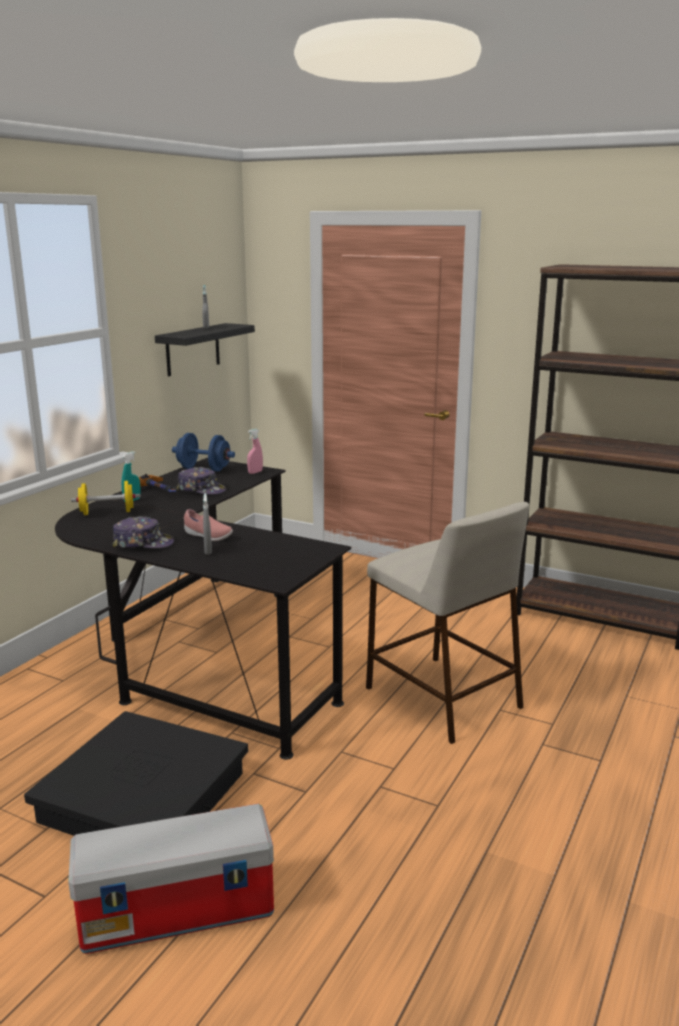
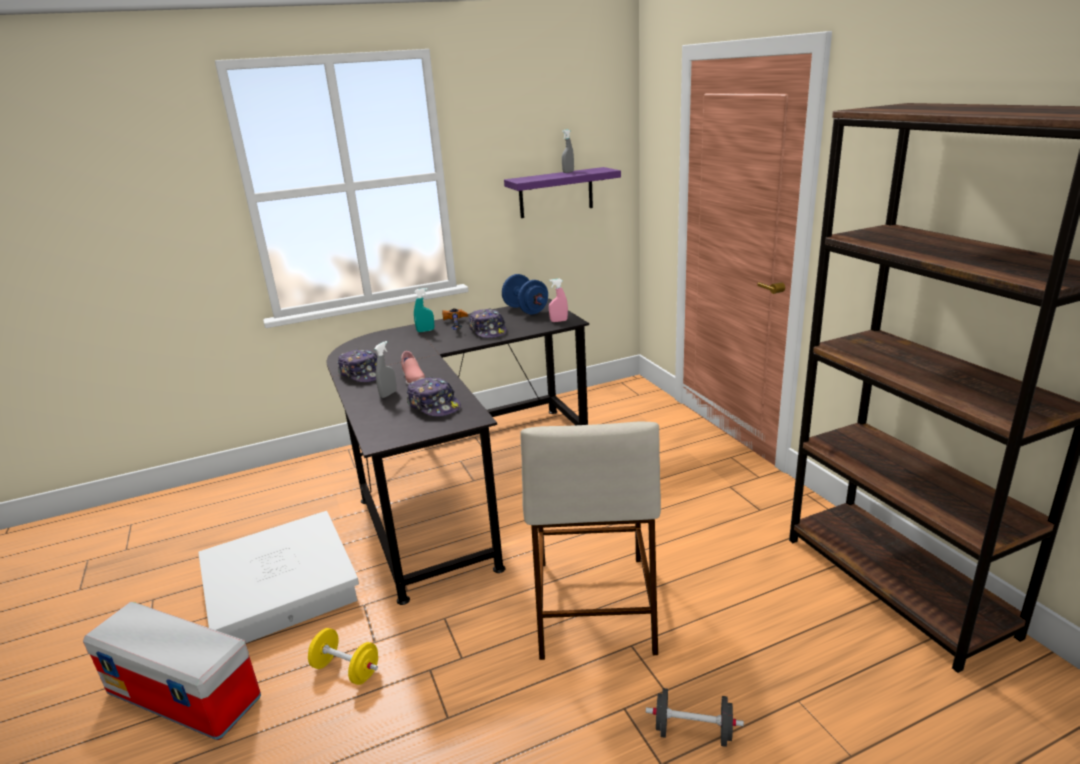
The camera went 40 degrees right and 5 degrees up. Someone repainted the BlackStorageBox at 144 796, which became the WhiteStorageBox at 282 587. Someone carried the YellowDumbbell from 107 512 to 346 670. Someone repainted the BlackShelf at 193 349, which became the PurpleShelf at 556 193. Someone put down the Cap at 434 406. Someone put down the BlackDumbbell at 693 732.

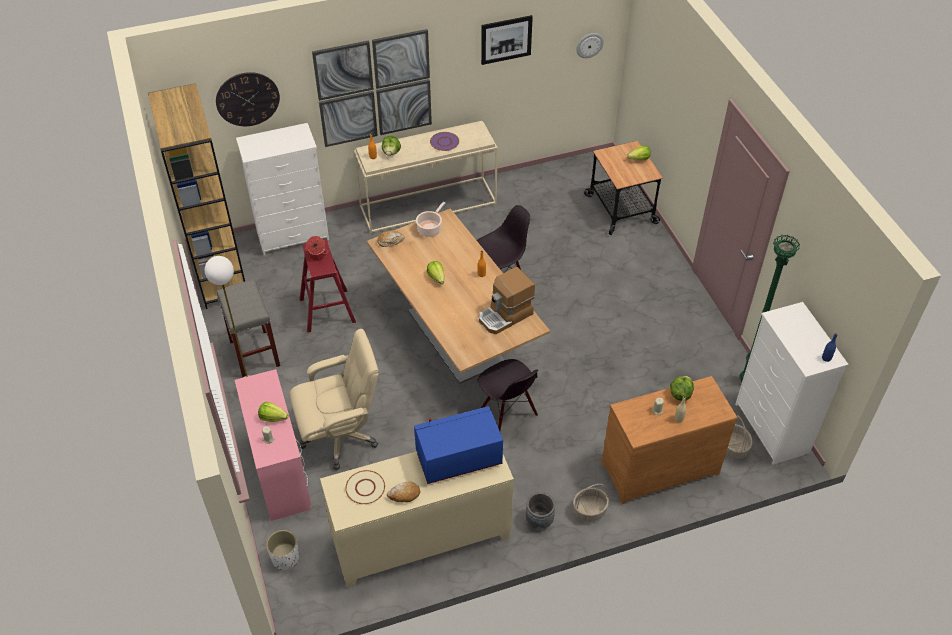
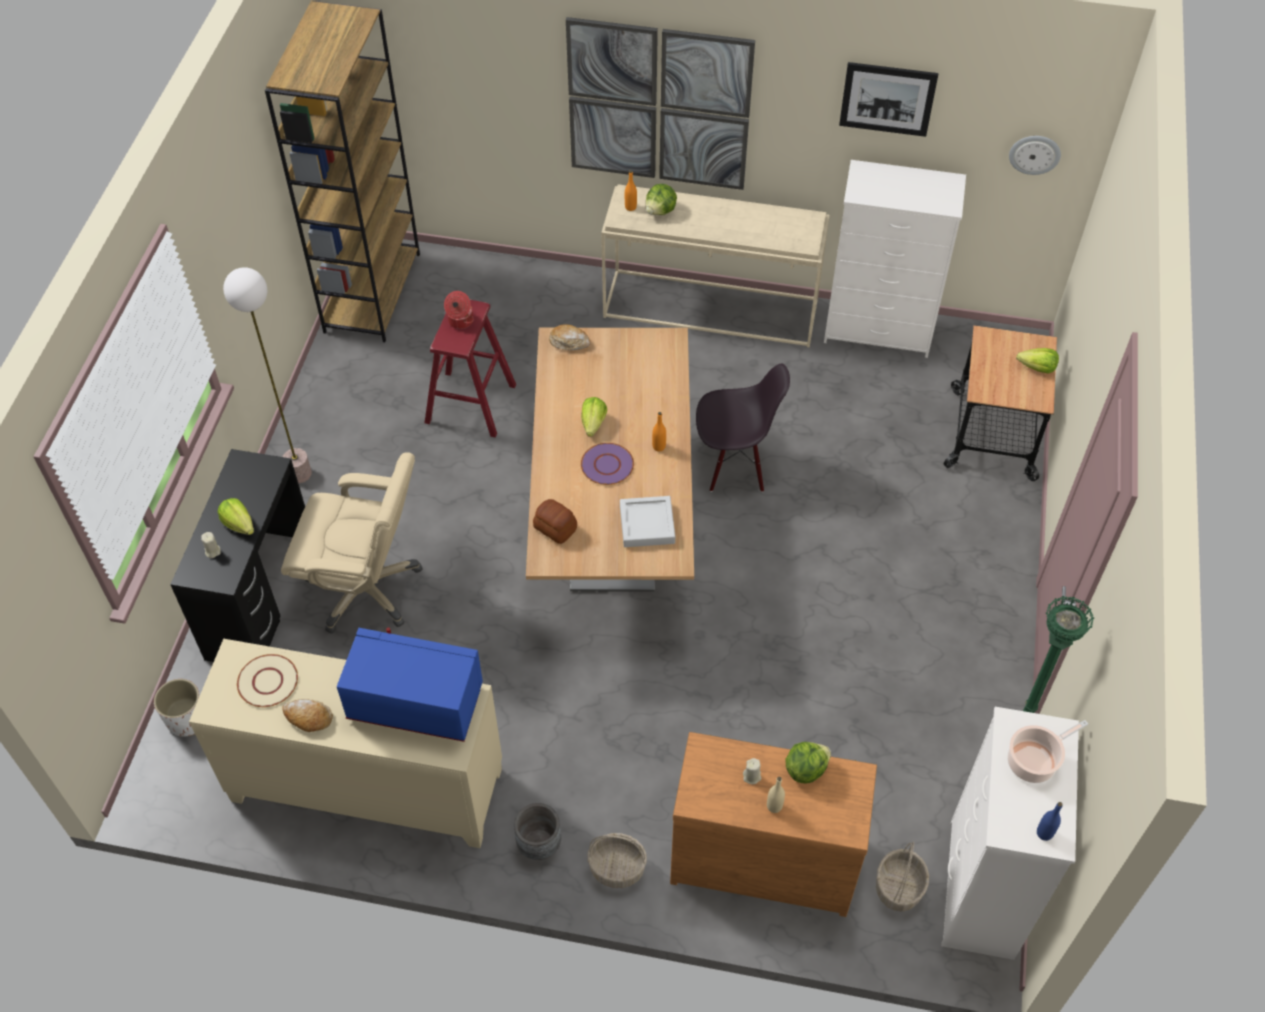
The camera went 30 degrees right and 5 degrees up. Someone took away the WallClock at 247 99. Someone took away the GreyStool at 254 353. Someone repainted the PinkDesk at 279 470, which became the BlackDesk at 260 597. Someone carried the WhiteDresser from 293 236 to 879 331. Someone carried the CookingPot from 430 228 to 1034 761. Someone carried the PurplePlate from 444 142 to 607 465. Someone took away the BlackChair at 507 413. Someone swapped the CoffeeMachine at 505 316 for the GreyTray at 647 525. Someone put down the Bread at 555 528.

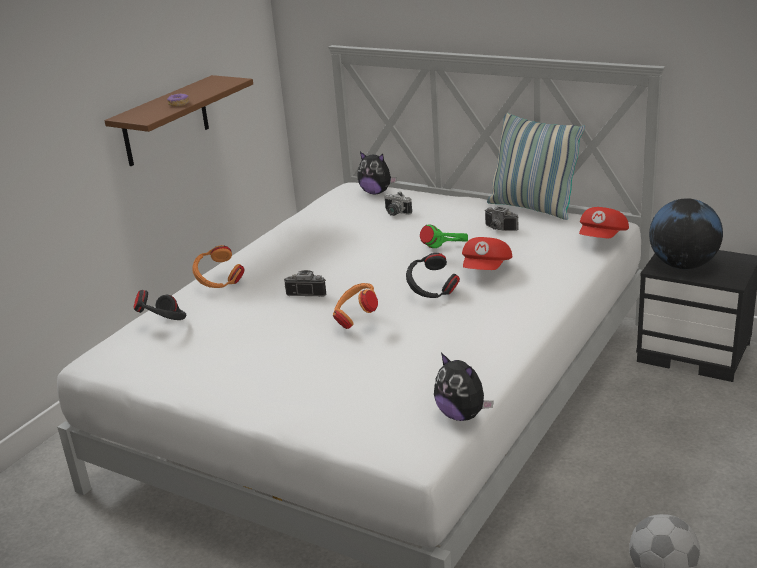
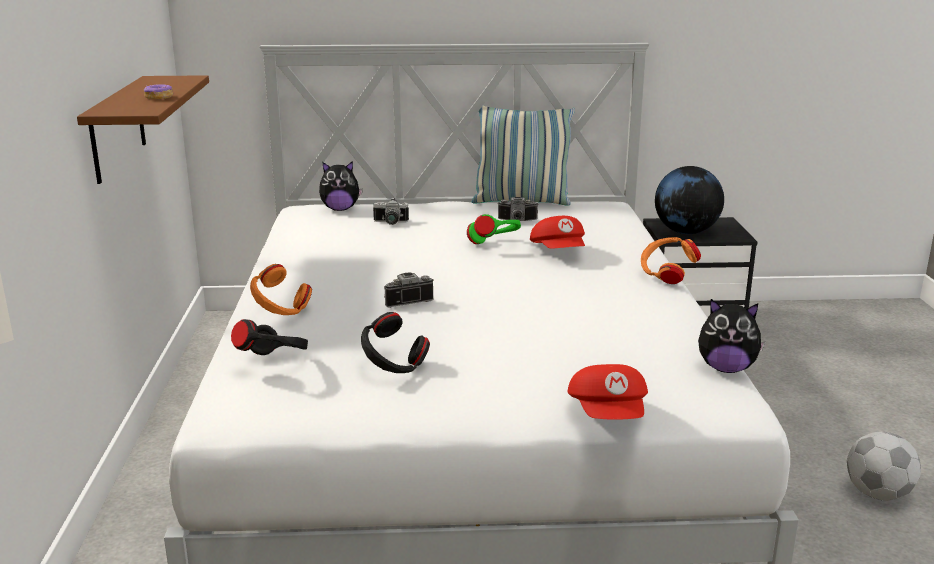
The camera went 35 degrees left and 5 degrees down. Someone carried the OrangeHeadphones from 355 319 to 666 276. Someone carried the BlackHeadphones from 432 293 to 393 368. Someone carried the RedCap from 603 238 to 609 415.

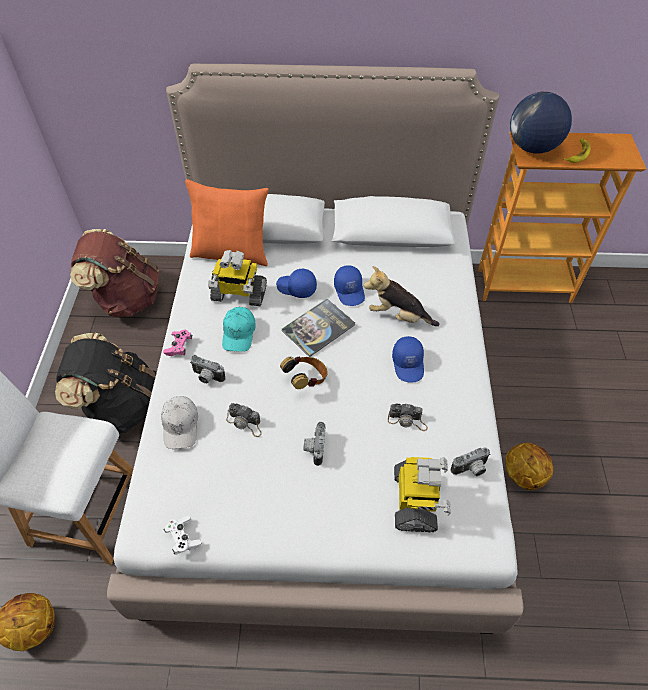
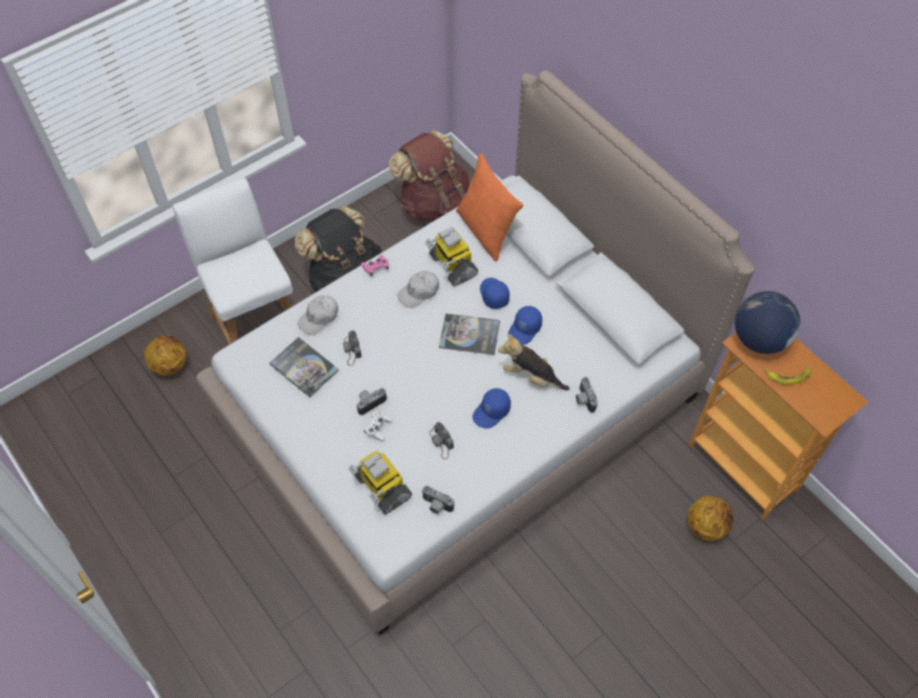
The camera went 50 degrees right and 5 degrees up. Someone carried the WhiteGameController from 183 537 to 378 428. Someone carried the PhotoCamera from 207 377 to 583 400. Someone repainted the TurquoiseCap at 239 333, which became the WhiteCap at 419 292. Someone took away the Headphones at 306 380. Someone rotated the PlushToy at 398 316 by 45 degrees counterclockwise. Someone rotated the ToyRobot at 415 501 by 90 degrees clockwise. Someone carried the Basketball from 522 475 to 706 526. Someone put down the Book at 304 367.

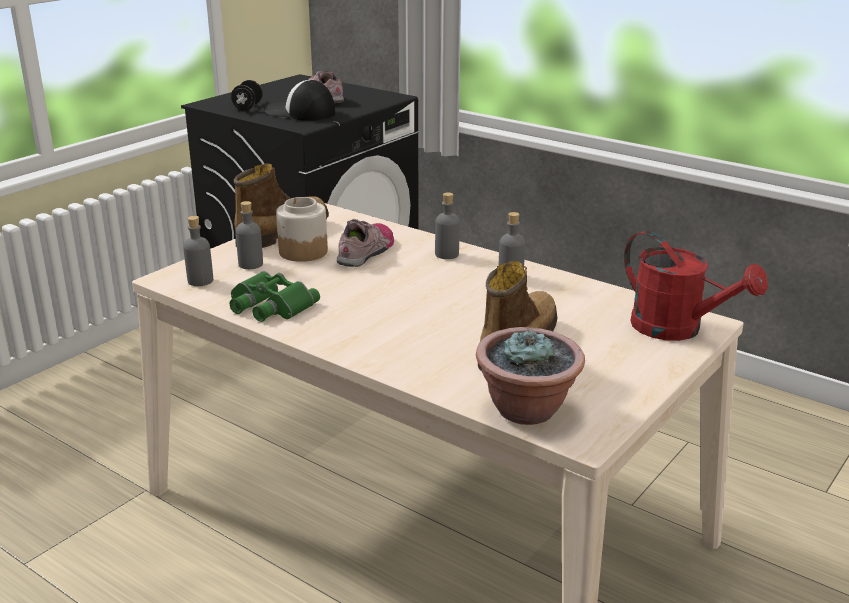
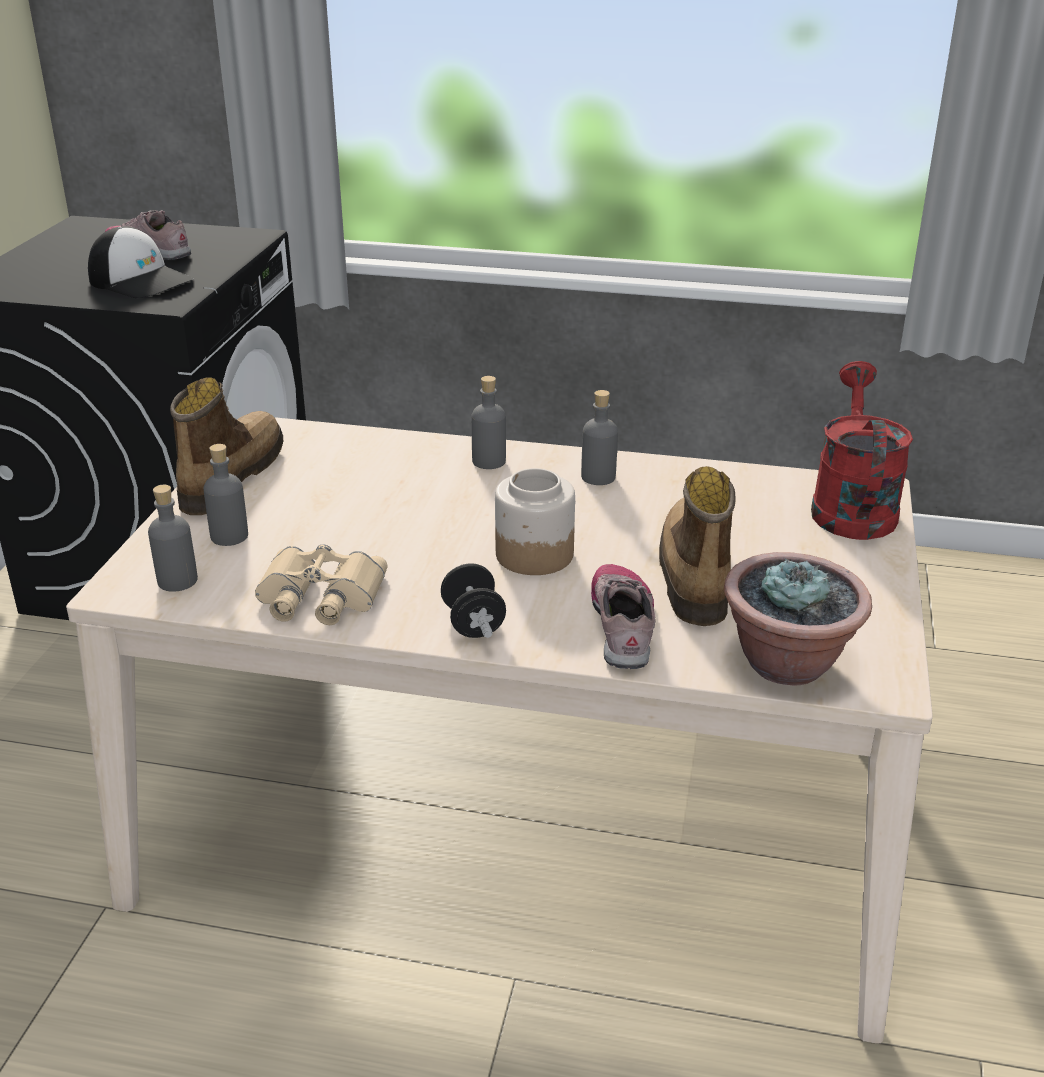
The camera went 25 degrees left and 5 degrees up. Someone repainted the GreenBinoculars at 269 306, which became the BeigeBinoculars at 318 597. Someone carried the BlackDumbbell from 248 107 to 473 623. Someone rotated the Cap at 300 113 by 150 degrees counterclockwise. Someone carried the Jar from 303 252 to 533 554. Someone carried the Shoe from 367 252 to 623 625. Someone rotated the RedWateringCan at 677 329 by 105 degrees counterclockwise.

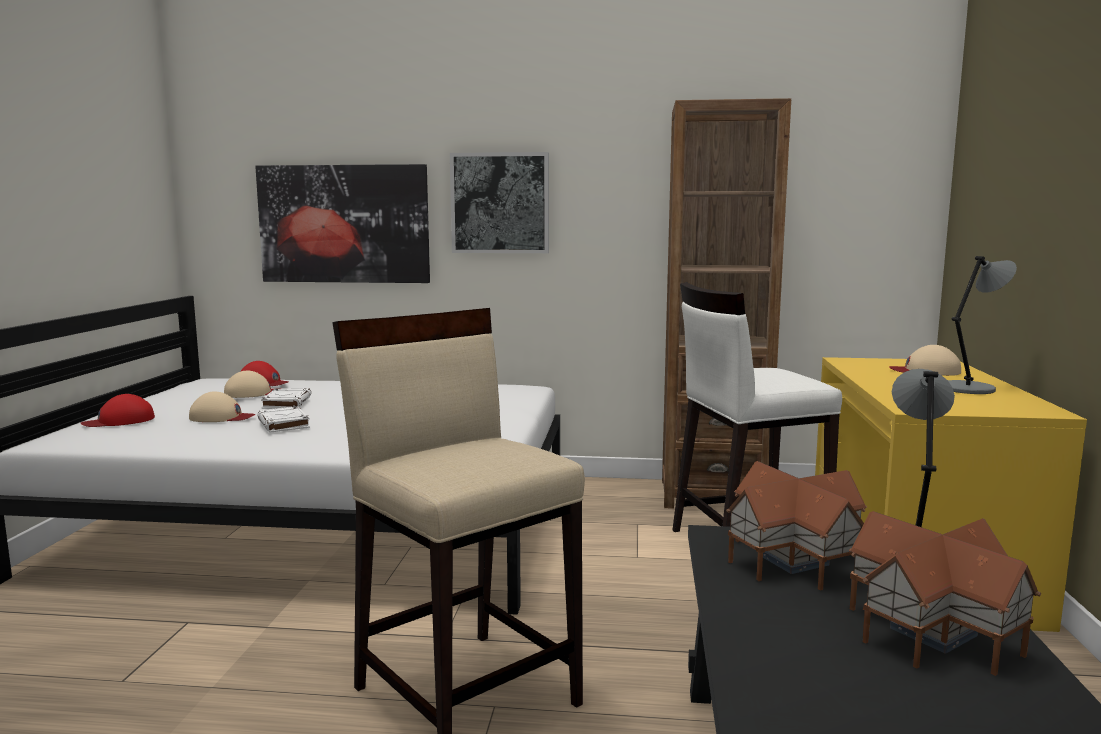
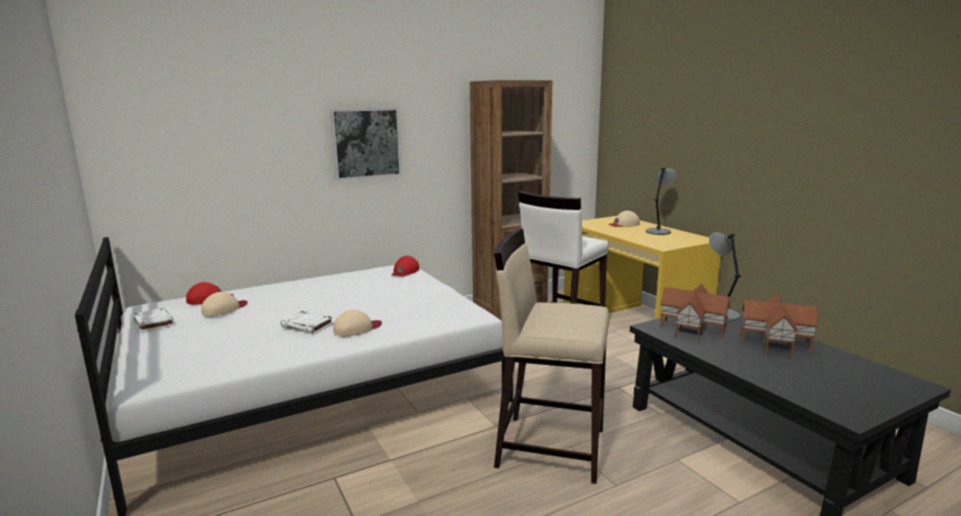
The camera went 35 degrees left and 5 degrees up. Someone carried the RedCap from 120 421 to 405 271. Someone carried the BeigeCap from 221 417 to 357 328. Someone took away the Picture at 344 224. Someone carried the WhiteBook from 286 403 to 153 323.

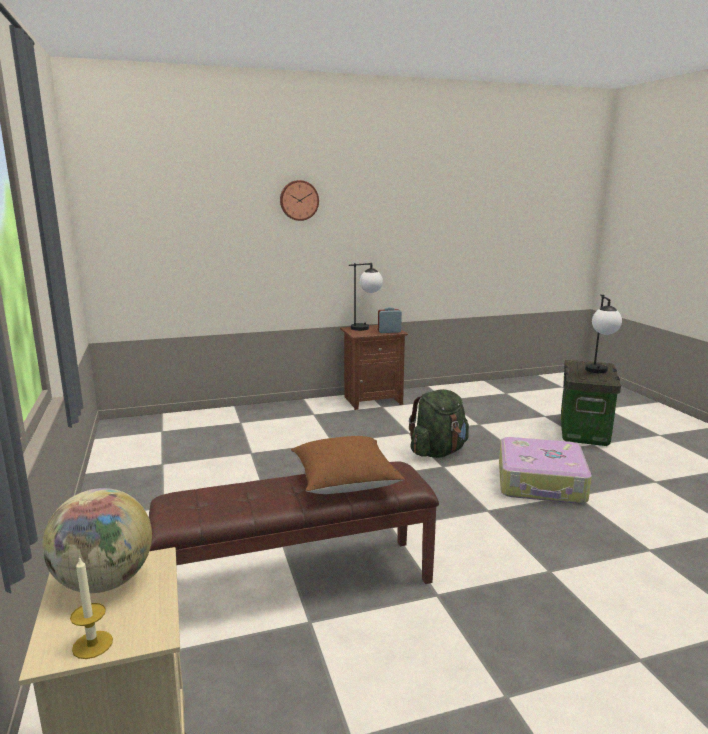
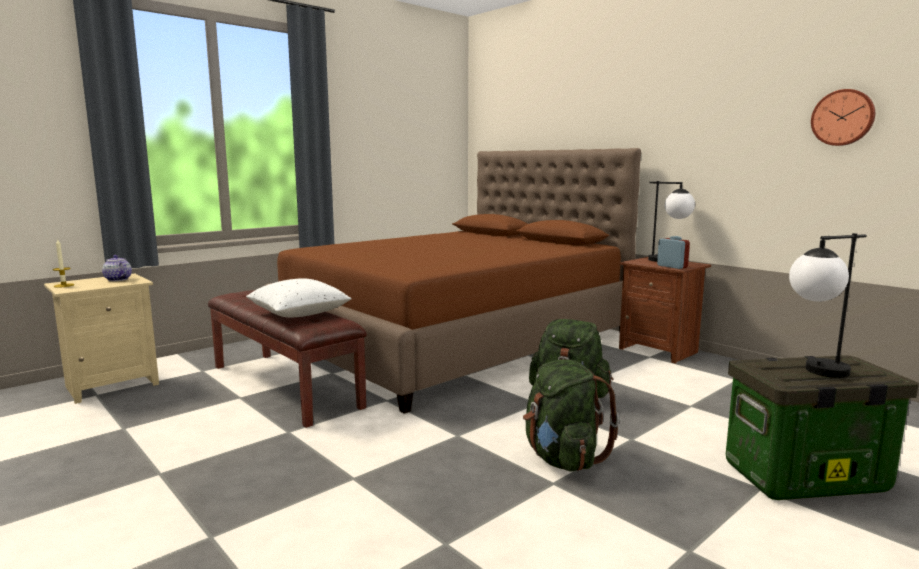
The camera went 65 degrees right and 5 degrees down. Someone swapped the Globe at 104 582 for the Teapot at 117 279. Someone carried the WallClock from 299 200 to 843 117. Someone repainted the BrownPillow at 344 482, which became the WhitePillow at 299 314. Someone swapped the Suitcase at 541 483 for the GreenBackpack at 562 458. Someone put down the BrownBed at 455 340.

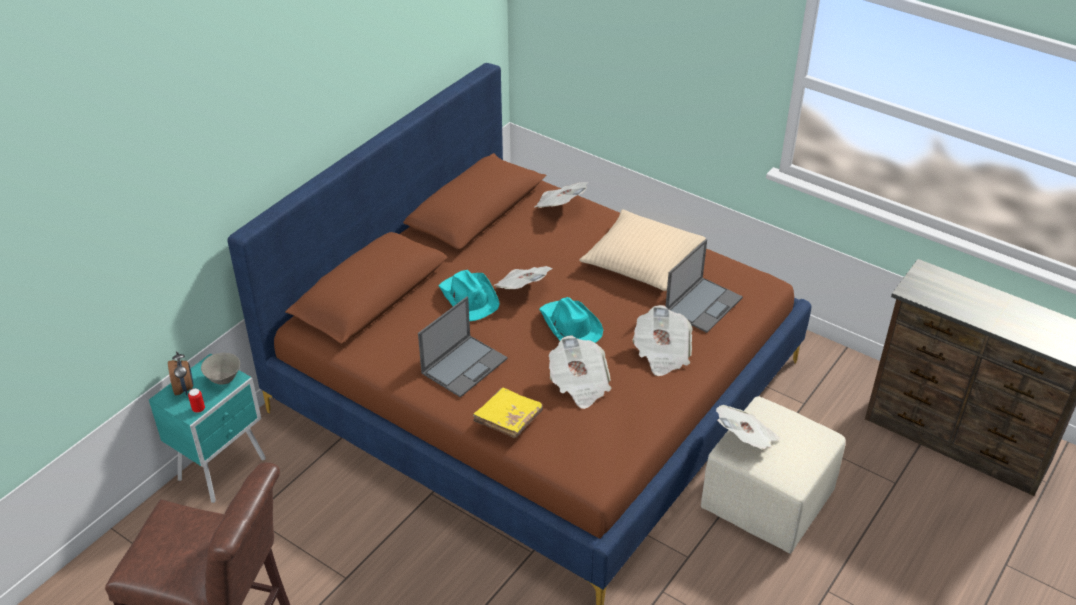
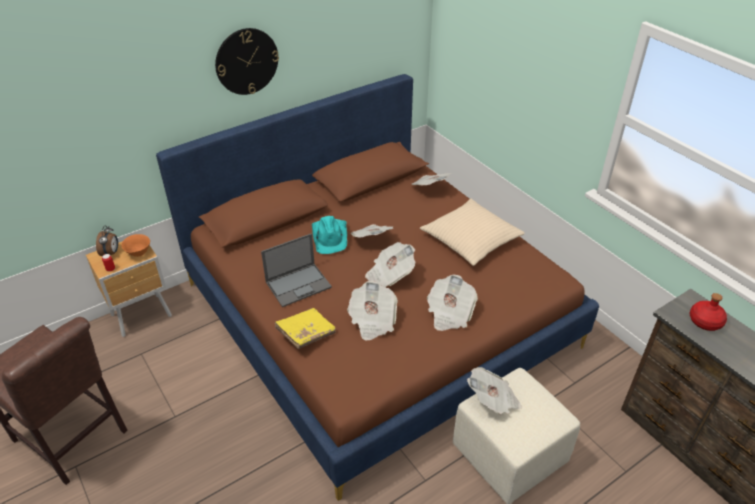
The camera went 20 degrees right and 0 degrees up. Someone repainted the TurquoiseNightstand at 224 469, which became the BrownNightstand at 143 316. Someone repainted the GreyBowl at 224 379, which became the OrangeBowl at 139 253. Someone swapped the TurquoiseHat at 570 326 for the Newspaper at 390 275. Someone took away the Laptop at 704 304. Someone put up the WallClock at 246 61. Someone put down the RedBottle at 704 321.

